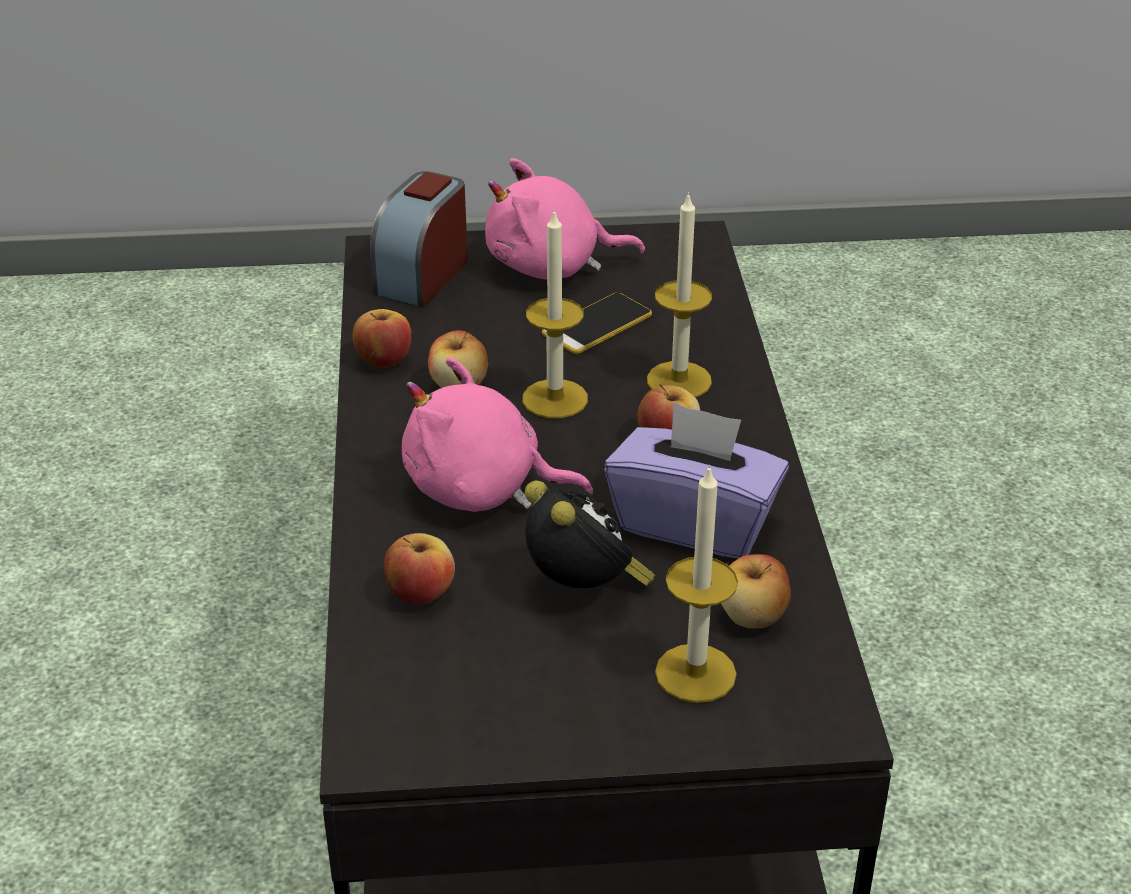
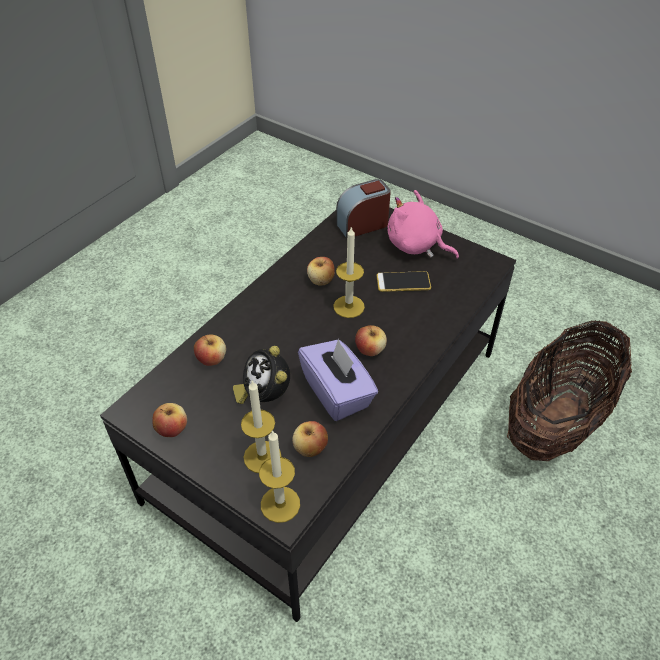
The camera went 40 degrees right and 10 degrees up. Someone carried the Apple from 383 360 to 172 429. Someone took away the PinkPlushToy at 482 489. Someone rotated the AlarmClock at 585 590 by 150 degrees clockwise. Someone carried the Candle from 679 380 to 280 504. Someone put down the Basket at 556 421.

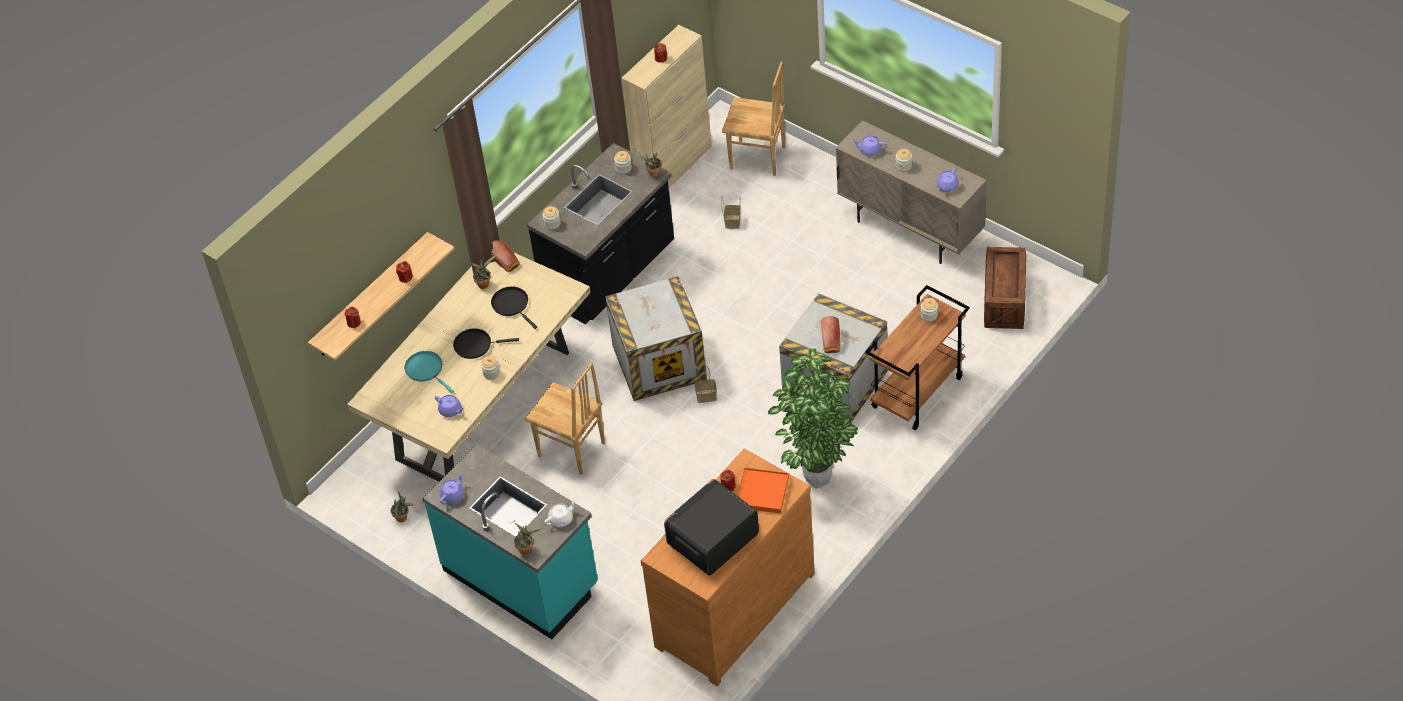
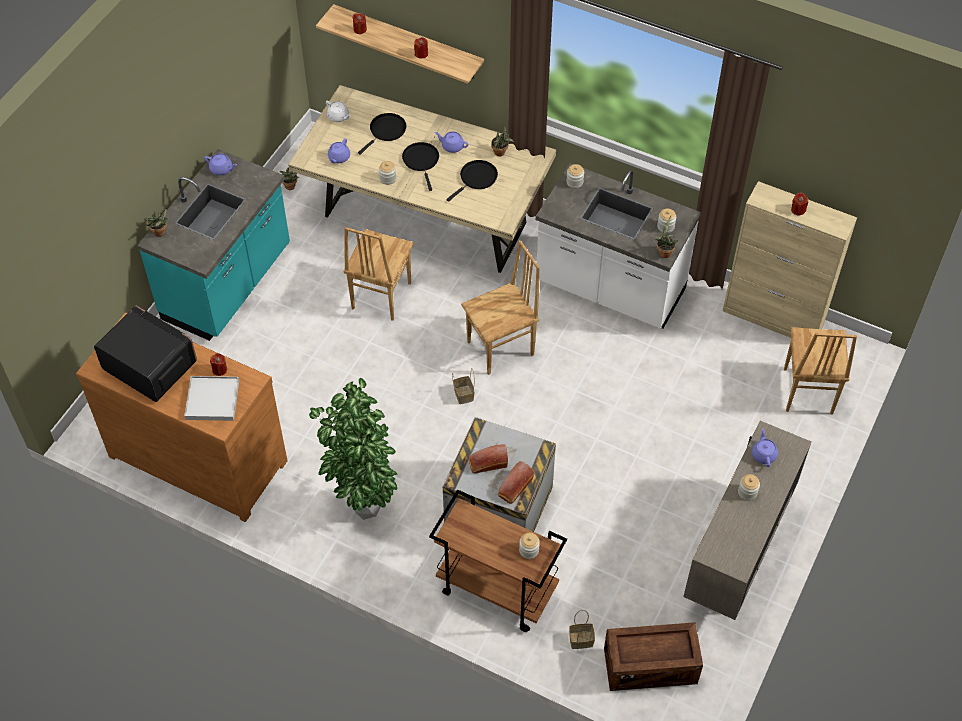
The camera went 75 degrees right and 5 degrees up. Someone repainted the TurquoiseFryingPan at 426 370, which became the BlackFryingPan at 386 131. Someone carried the Bread from 504 261 to 514 488. Someone repainted the BlackCounter at 610 274, which became the WhiteCounter at 610 289. Someone carried the WhiteTeapot from 561 519 to 339 117. Someone swapped the Crate at 660 362 for the BrownChair at 501 349. Someone carried the Basket from 732 221 to 582 639. Someone repainted the OrangeTray at 762 492, which became the WhiteTray at 212 400. Someone carried the PurpleTeapot from 947 186 to 452 146.

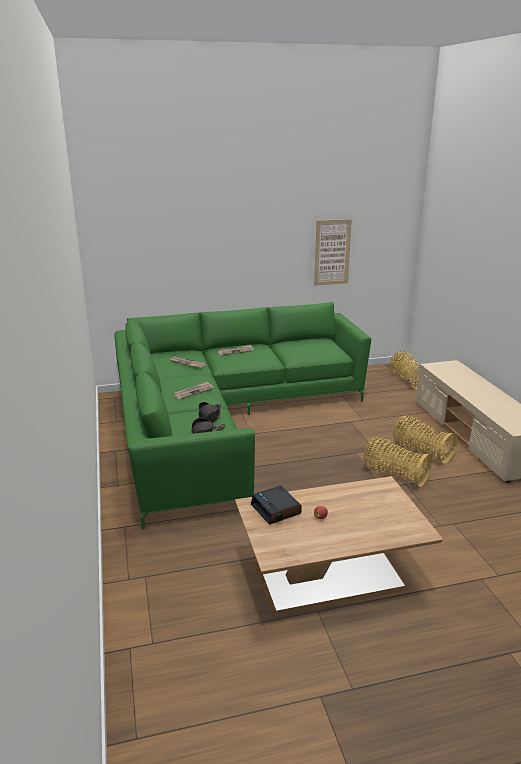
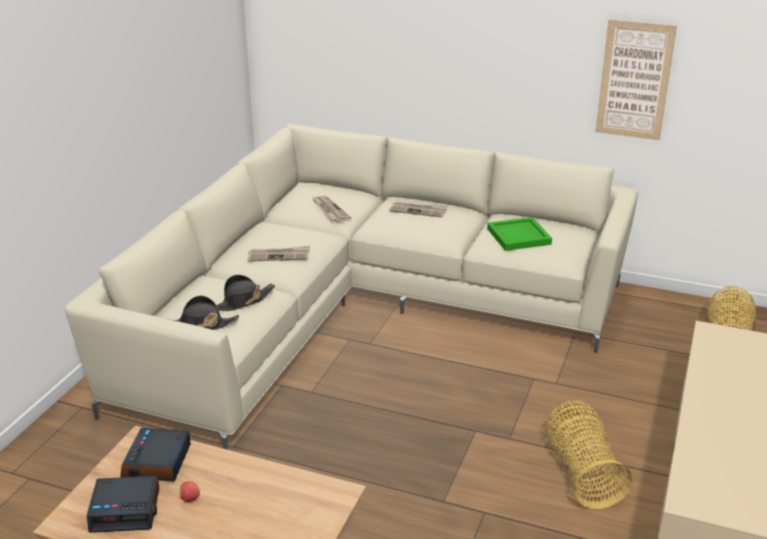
The camera went 35 degrees right and 5 degrees up. Someone repainted the GreenSofa at 221 421, which became the BeigeSofa at 355 310. Someone took away the Basket at 394 474. Someone put down the AlarmClock at 126 510. Someone put down the GreenTray at 519 236.

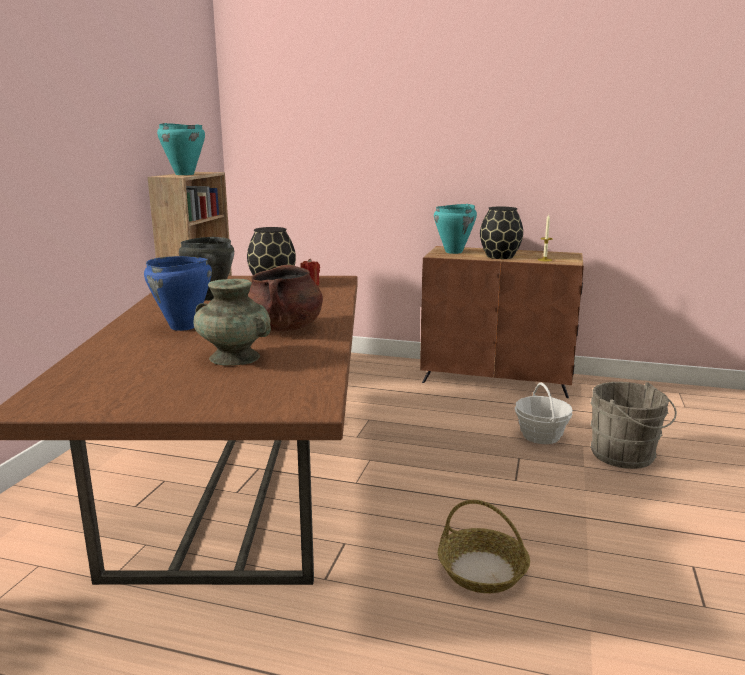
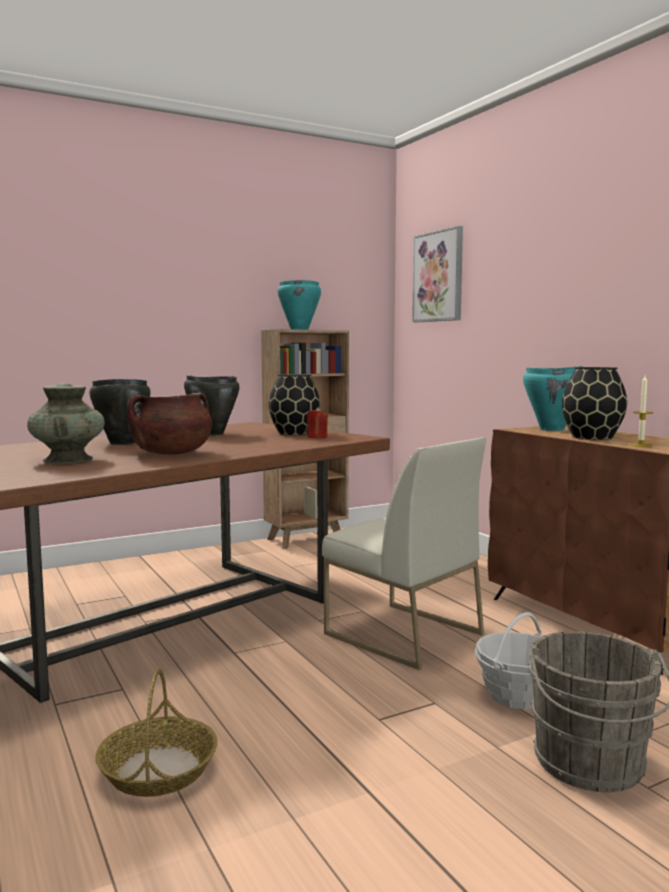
The camera went 45 degrees right and 10 degrees down. Someone repainted the BlueCookingPot at 183 327, which became the BlackCookingPot at 121 443. Someone put down the WhiteChair at 402 634. Someone put up the Picture at 438 276.

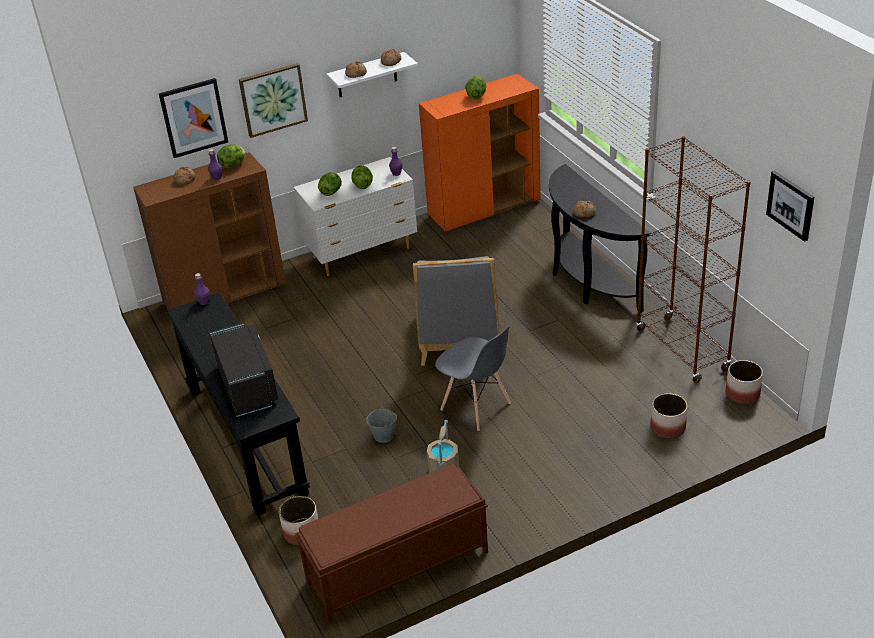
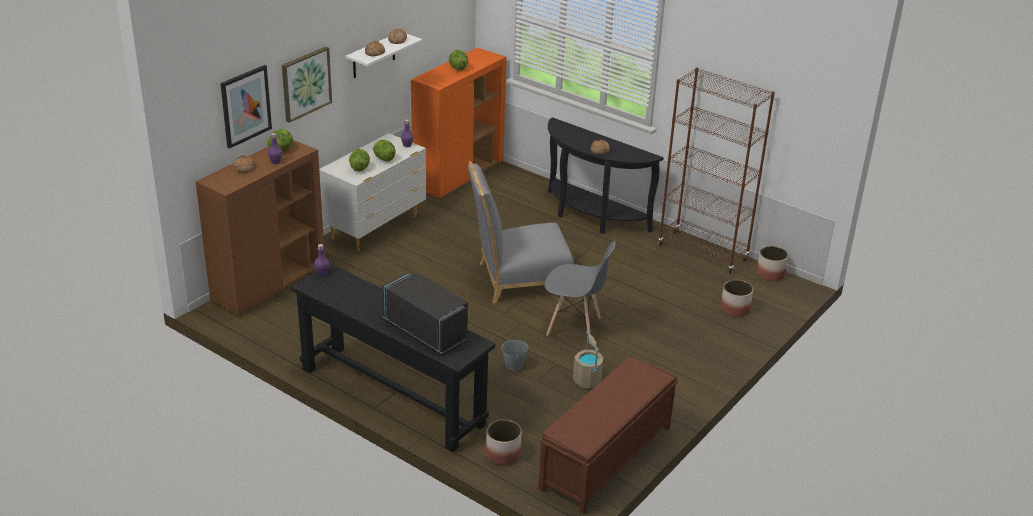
The camera went 30 degrees left and 5 degrees down. Someone rotated the GreyChair at 459 340 by 105 degrees clockwise. Someone took away the Picture at 791 205.

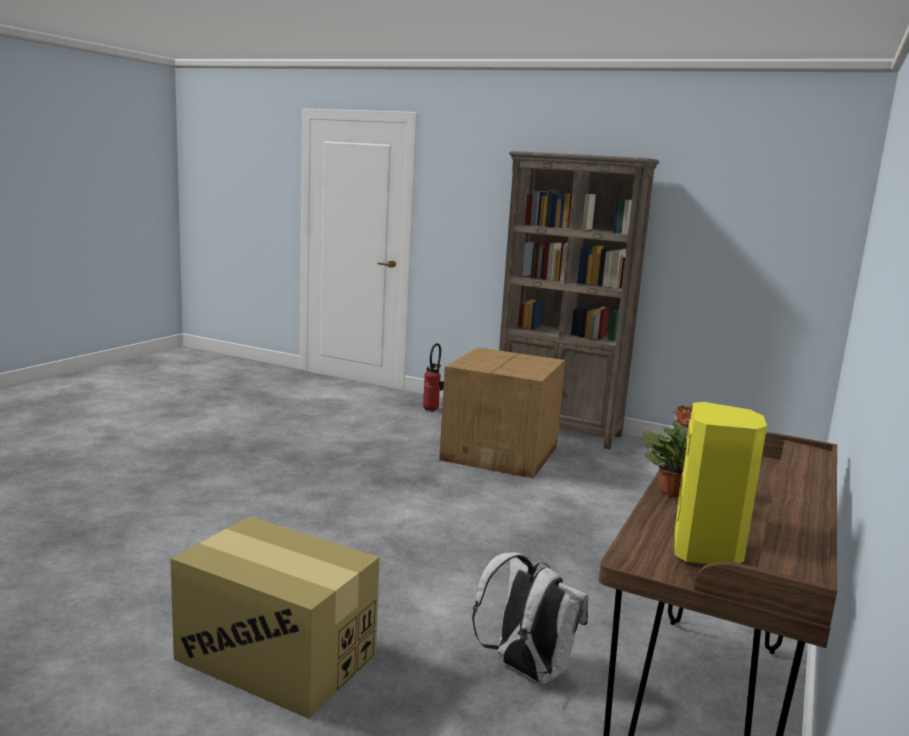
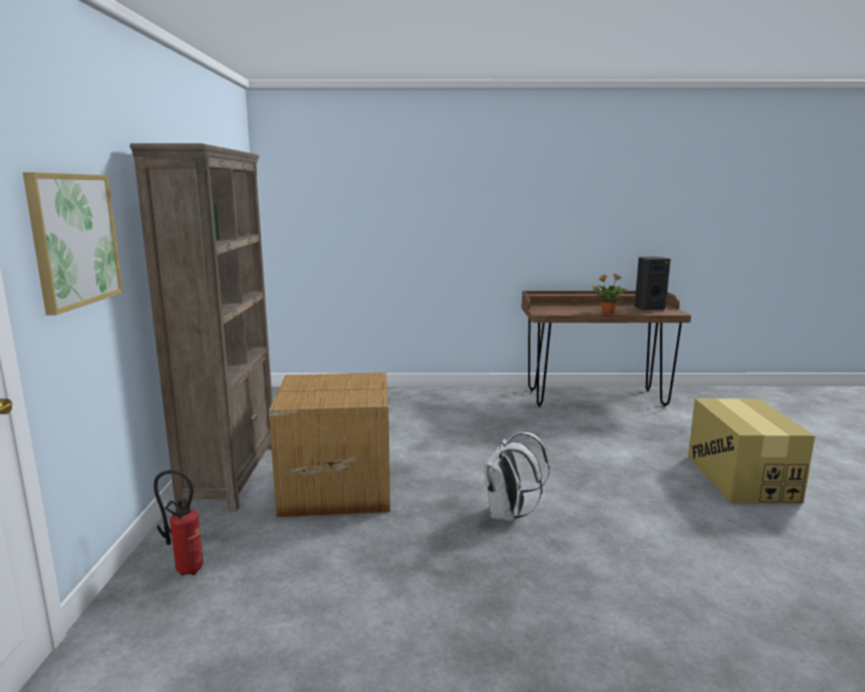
The camera went 115 degrees left and 0 degrees up. Someone carried the WhiteBackpack from 526 669 to 509 515. Someone repainted the YellowSpeaker at 707 551, which became the BlackSpeaker at 648 308. Someone put up the Picture at 74 240.

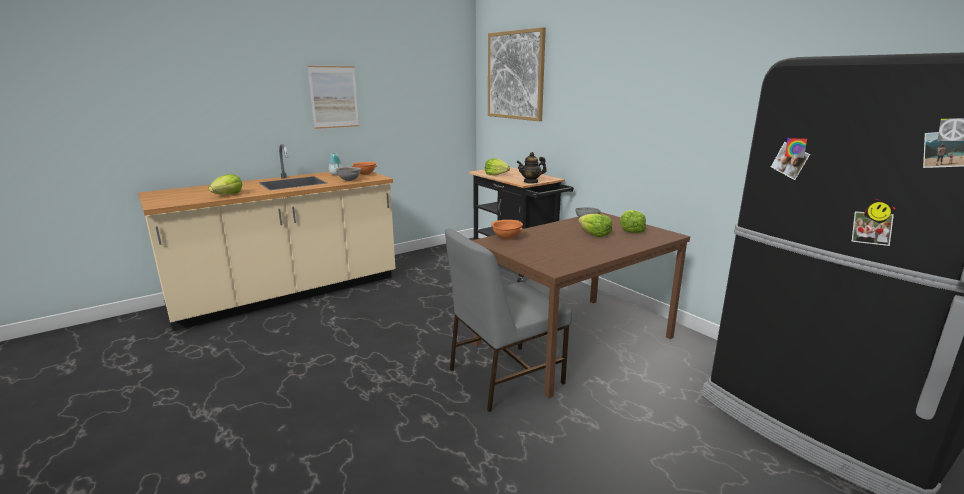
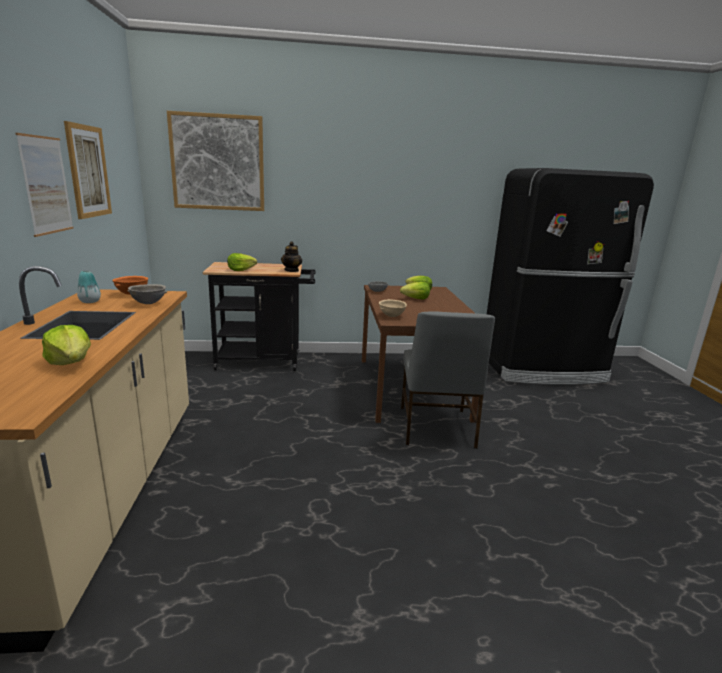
The camera went 60 degrees left and 0 degrees up. Someone repainted the OrangeBowl at 507 238, which became the BeigeBowl at 392 316. Someone put up the Picture at 88 171.

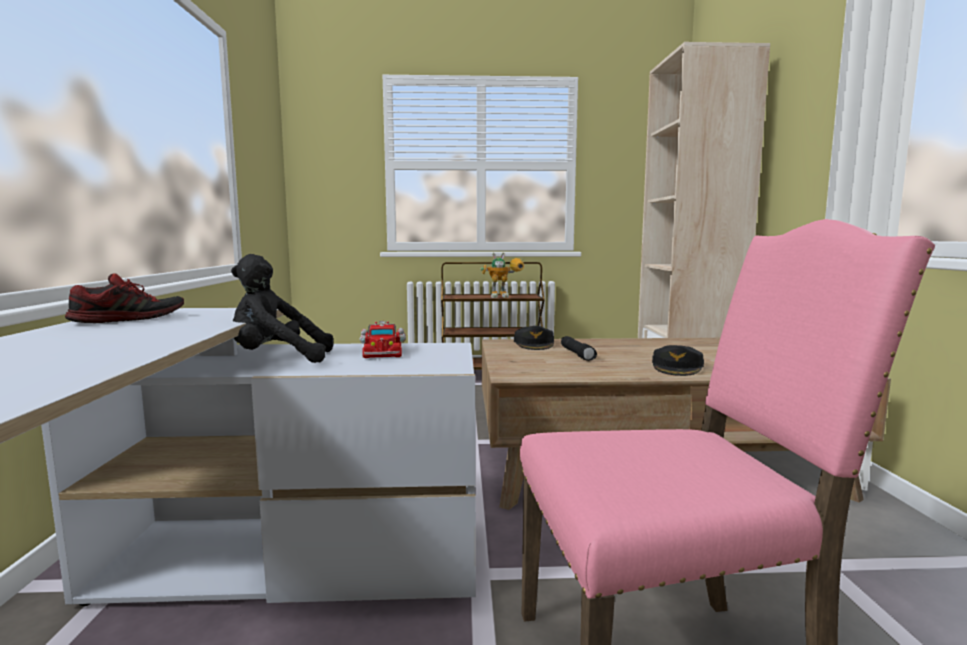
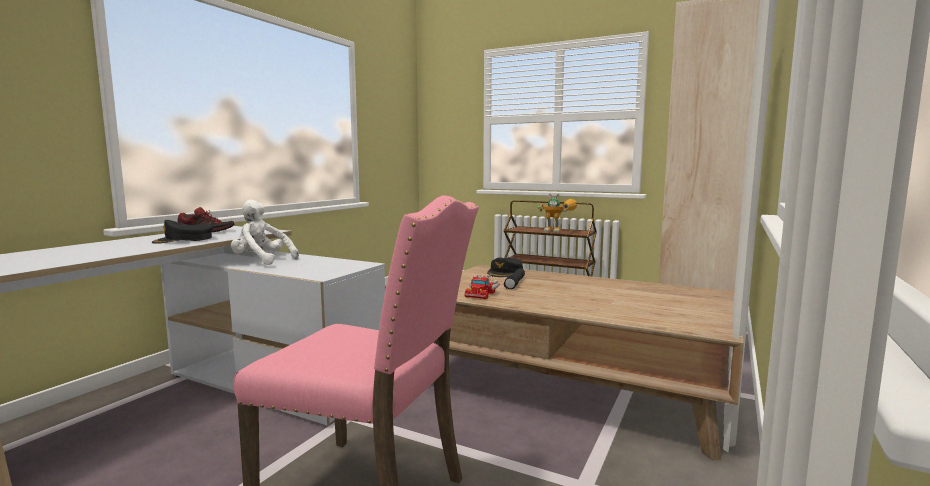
The camera went 30 degrees right and 0 degrees up. Someone repainted the BlackPlushToy at 277 360, which became the WhitePlushToy at 262 261. Someone carried the ToyTruck from 383 351 to 482 293. Someone carried the BlackCap from 677 367 to 184 240.

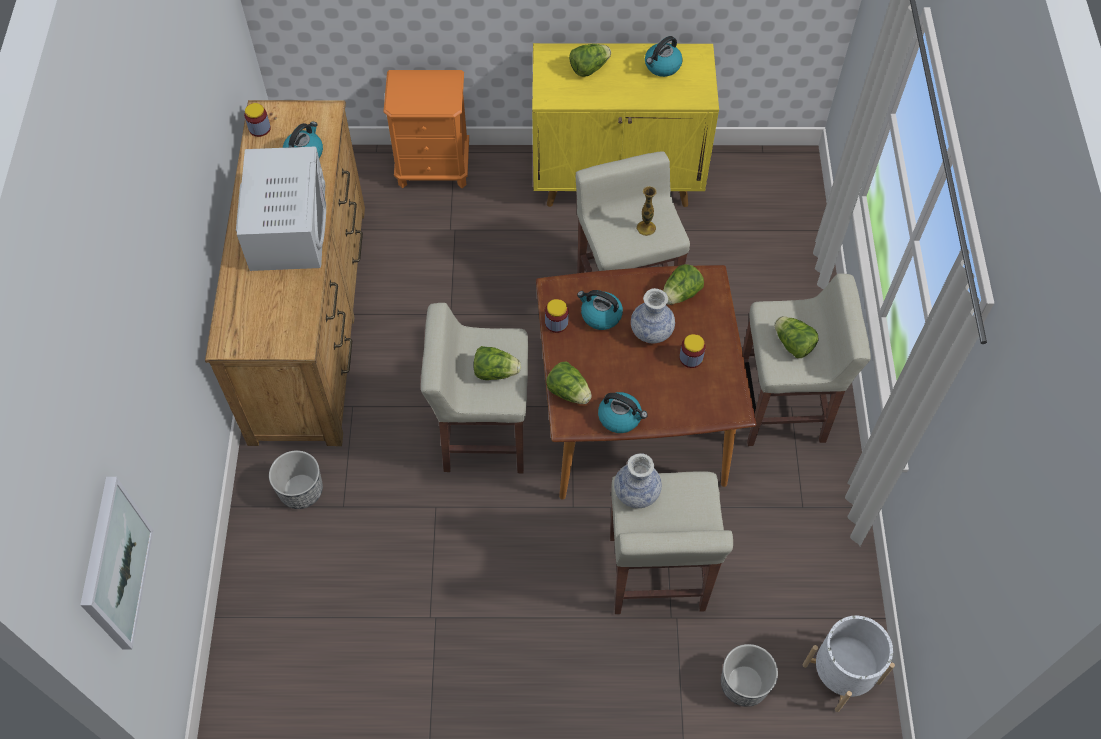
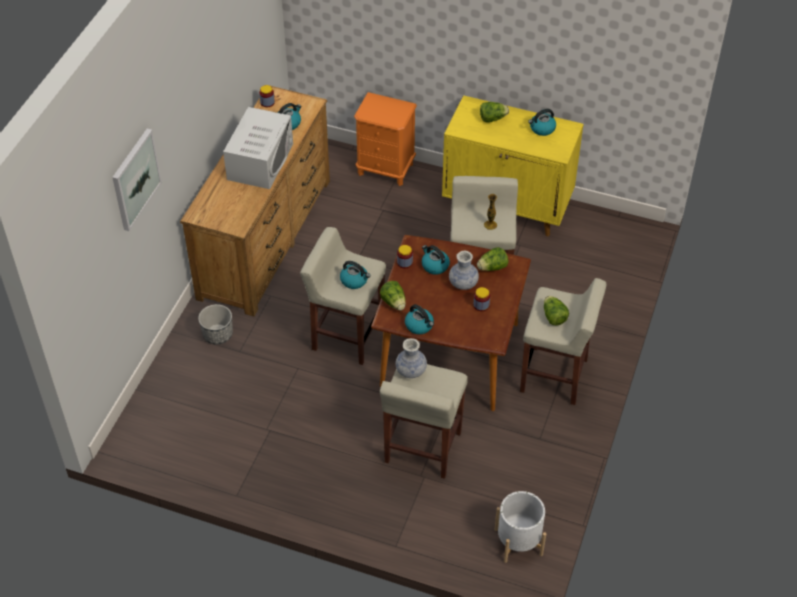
The camera went 20 degrees right and 10 degrees down. Someone carried the Picture from 114 564 to 135 179. Someone swapped the Lettuce at 495 372 for the Kettle at 354 280. Someone took away the Planter at 744 684.

